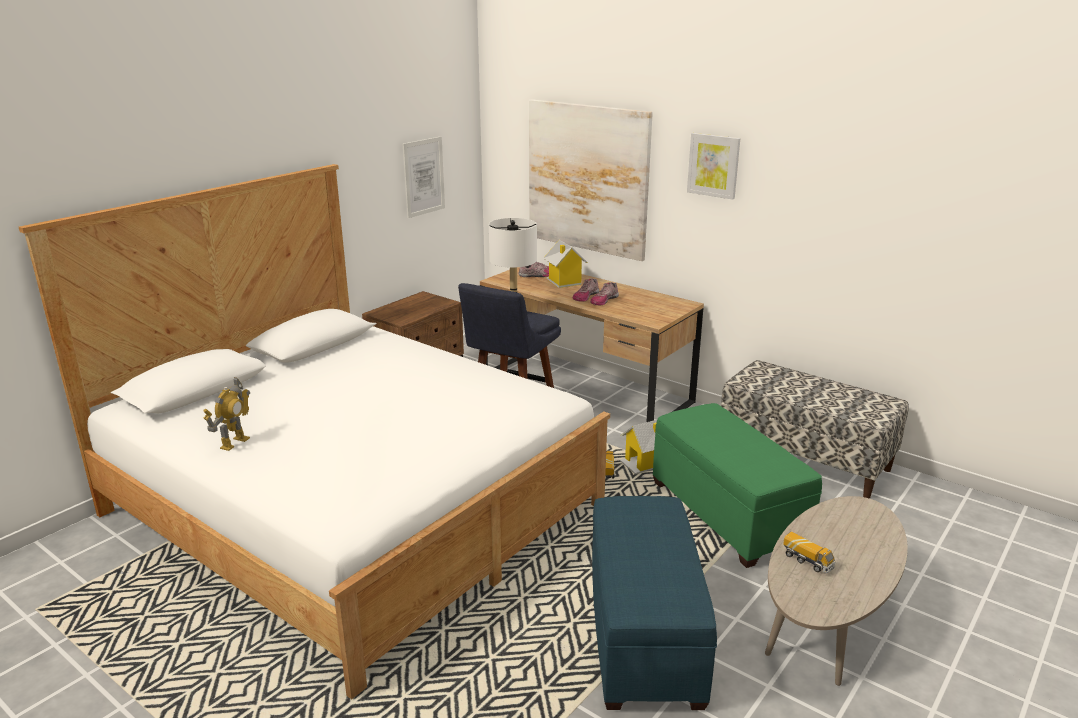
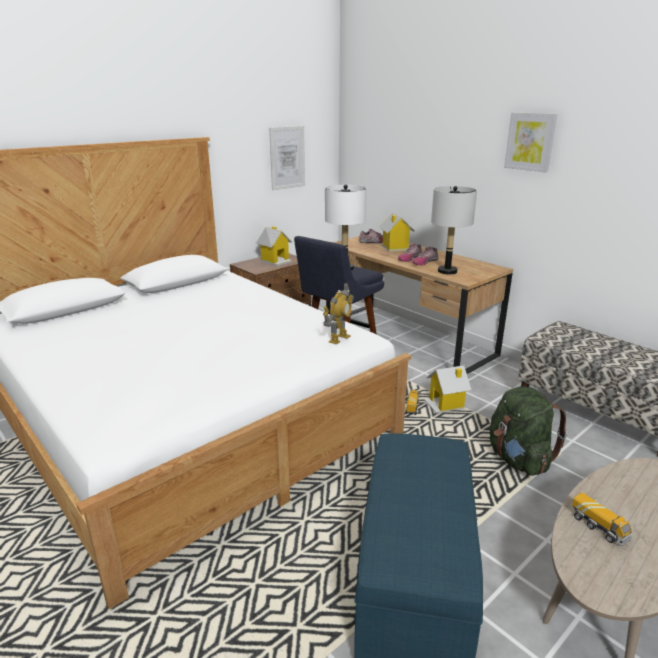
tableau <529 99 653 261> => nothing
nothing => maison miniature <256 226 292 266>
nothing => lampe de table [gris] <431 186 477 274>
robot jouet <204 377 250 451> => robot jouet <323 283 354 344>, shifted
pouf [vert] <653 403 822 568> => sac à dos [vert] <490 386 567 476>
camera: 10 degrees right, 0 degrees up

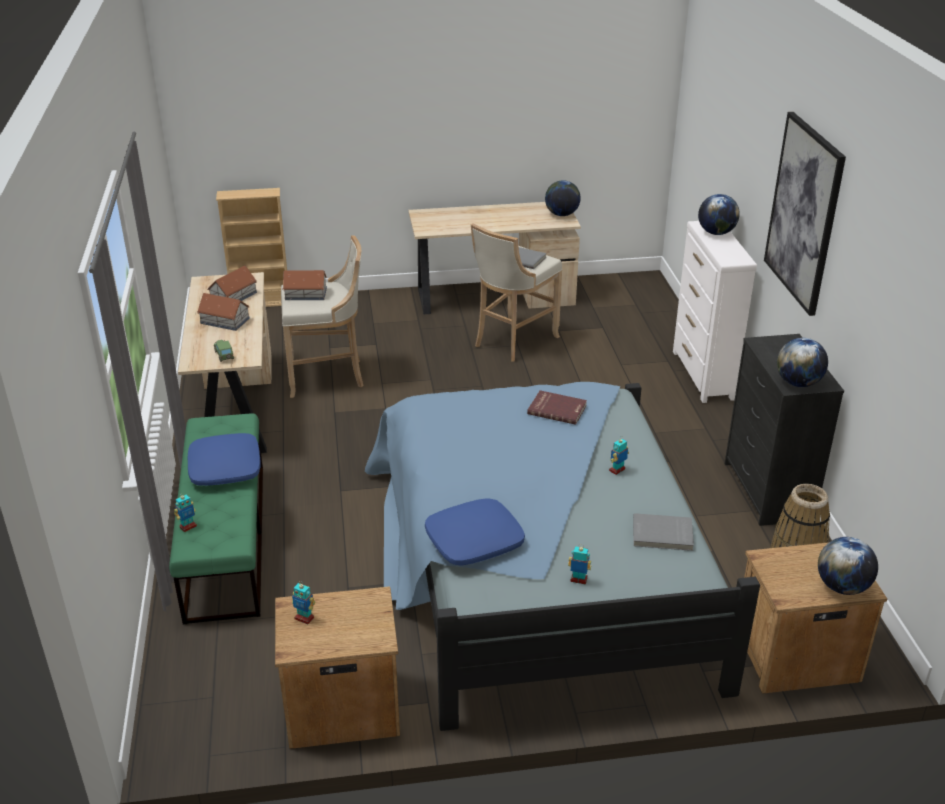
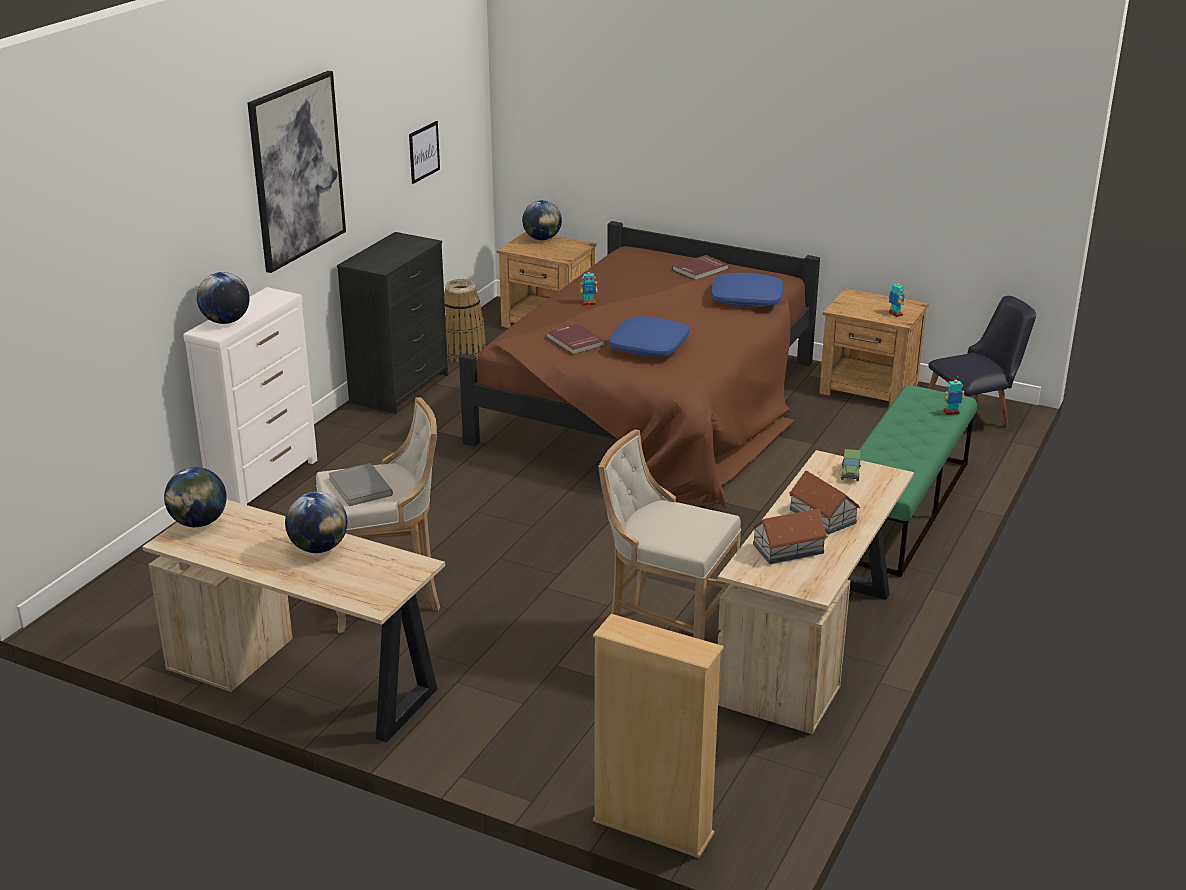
maison miniature <282 270 327 300> => nothing
livre [gris] <633 513 694 551> => nothing
nothing => tableau <409 121 440 184>
nothing => chaise [noir] <928 296 1036 428>
coussin [bleu] <188 433 261 486> => coussin [bleu] <609 316 689 357>, shifted
globe <777 338 828 387> => globe <285 492 347 553>, shifted
robot jouet <568 544 591 585> => livre [rouge] <672 255 728 280>
lit [bleu] <365 382 760 731> => lit [marron] <459 221 820 508>
camera: 145 degrees left, 5 degrees down

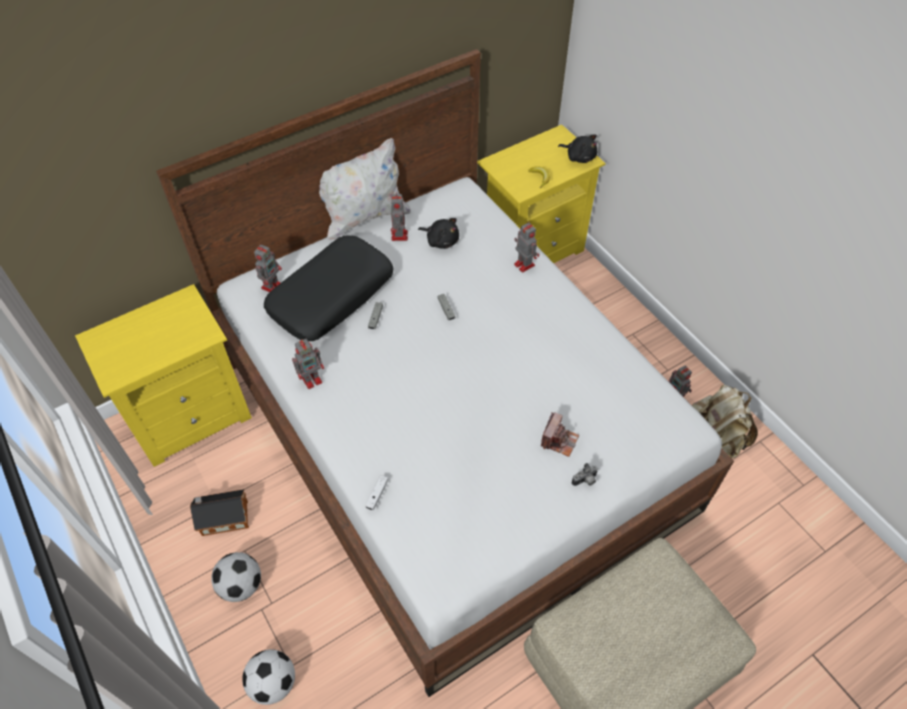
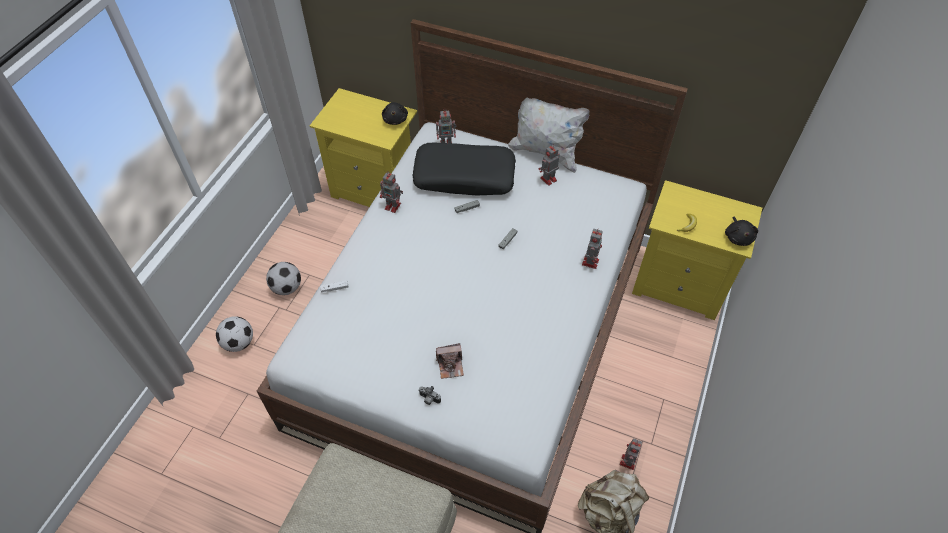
maison miniature <190 489 249 536> => nothing
peluche [noir] <418 218 459 249> => peluche [noir] <382 102 408 125>, shifted
camera: 55 degrees right, 0 degrees up

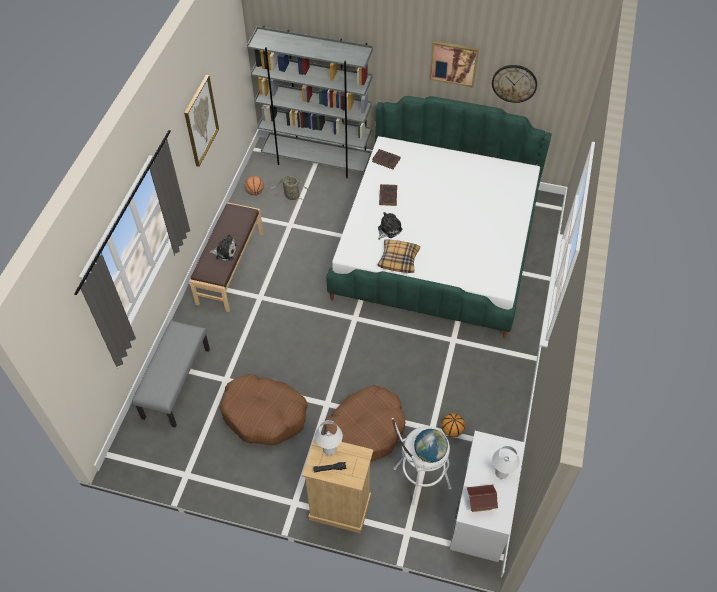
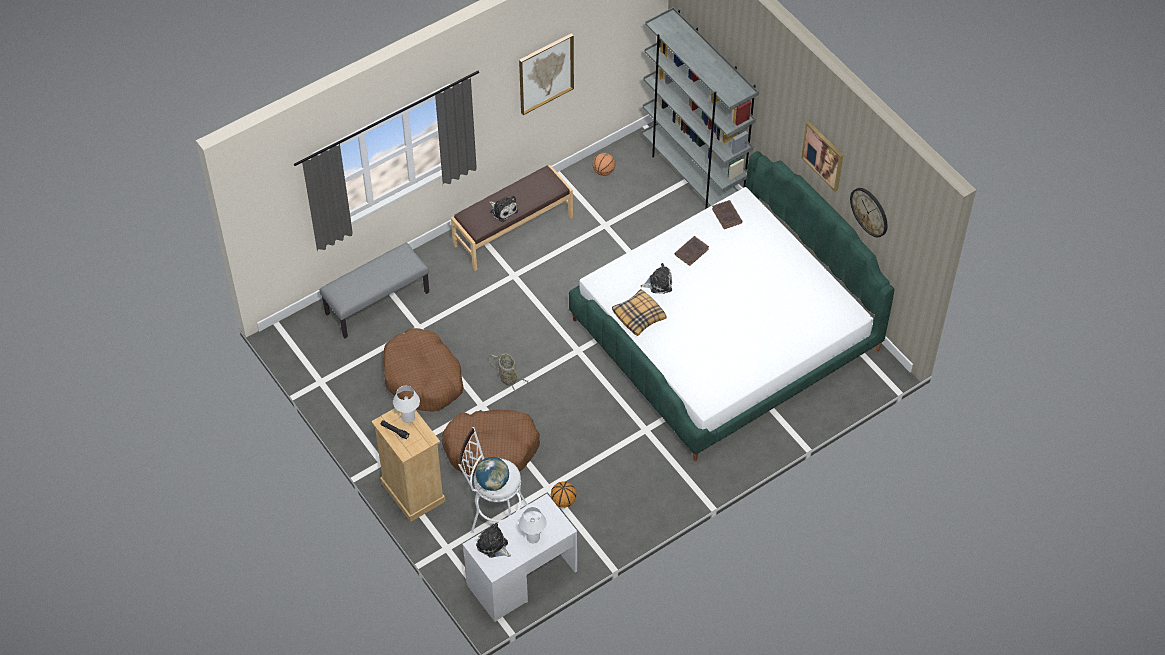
panier <269 176 308 200> => panier <490 353 529 392>, shifted
maison miniature <466 485 498 512> => peluche <476 523 511 558>
camera: 40 degrees right, 0 degrees up

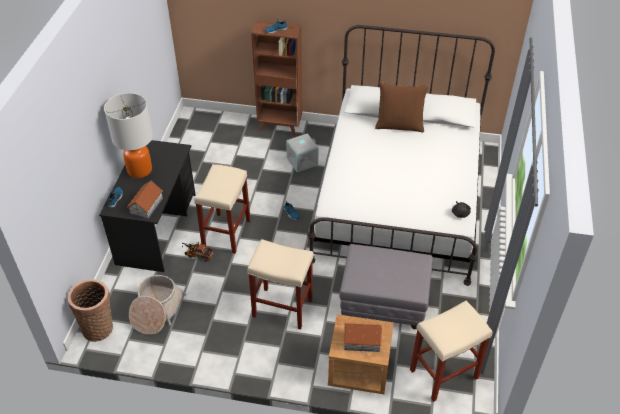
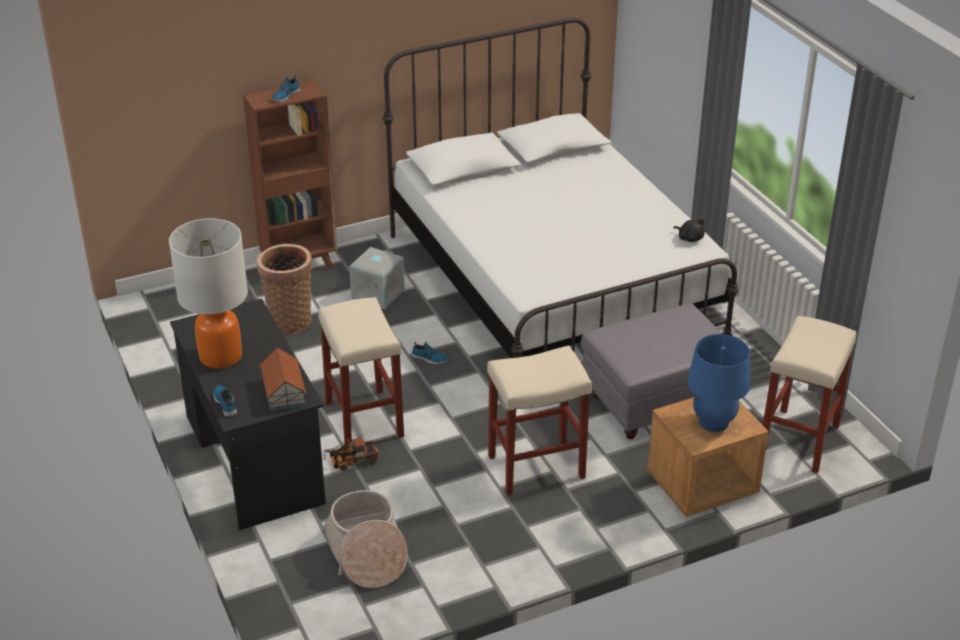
coussin [marron] <375 82 429 132> => nothing
panier <68 279 113 342> => panier <257 244 312 334>, shifted
maison miniature <343 323 382 352> => lampe de table [bleu] <688 334 750 432>
camera: 35 degrees left, 10 degrees down

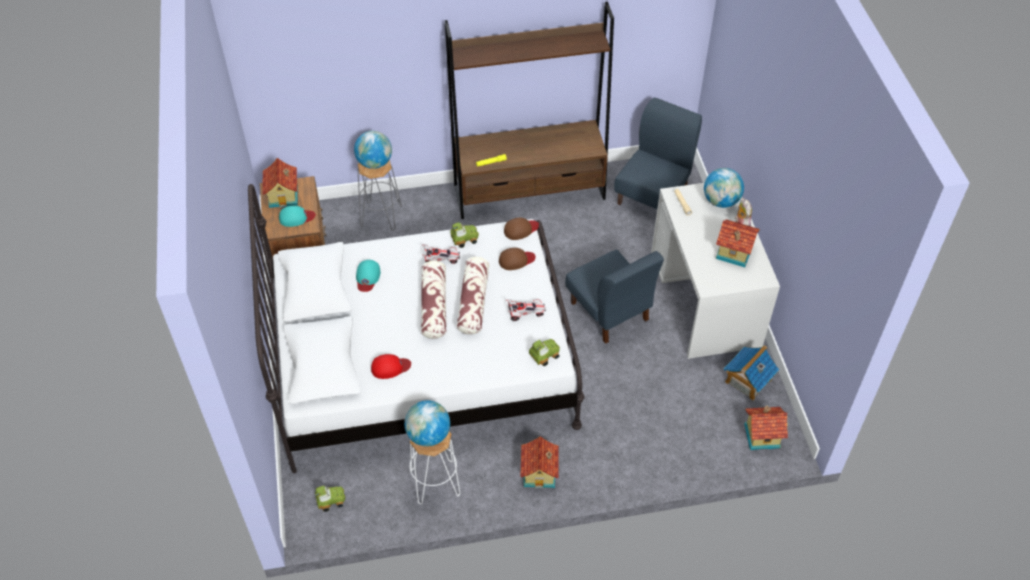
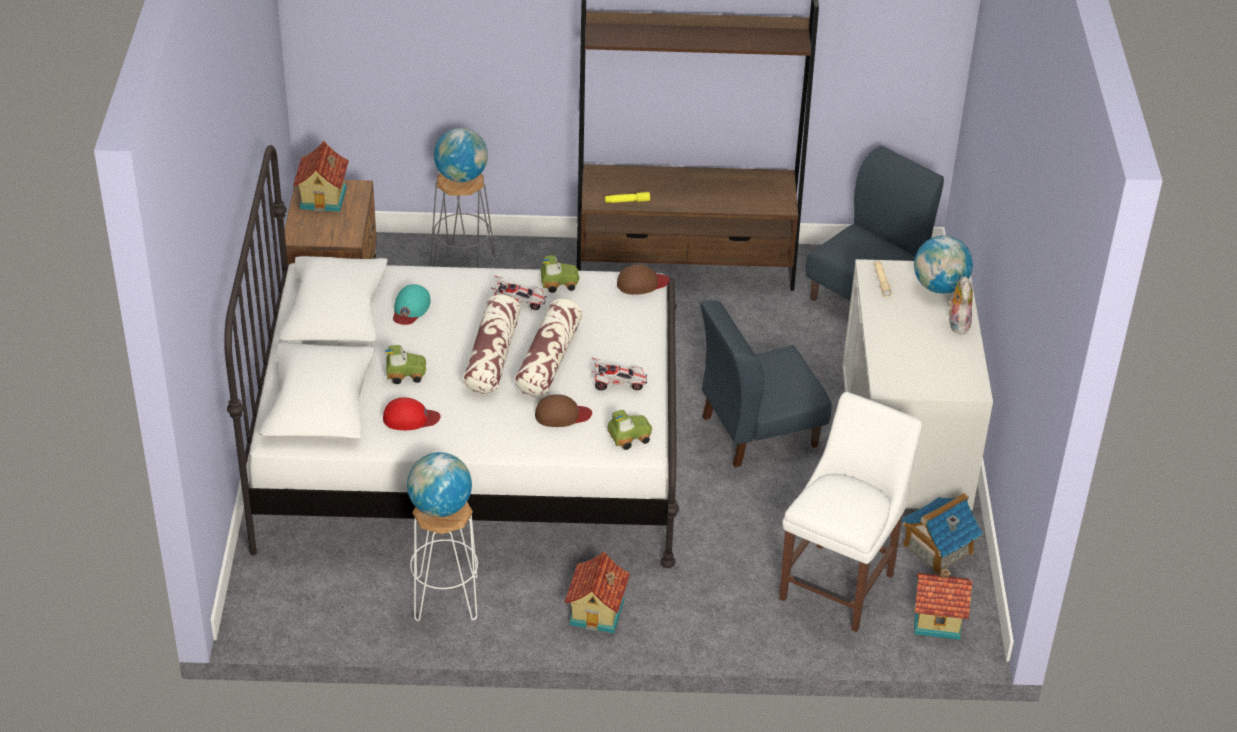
casquette [turquoise] <279 205 315 227> => nothing
maison miniature <716 219 760 267> => nothing
nothing => chaise [blanc] <779 392 922 632>
petite voiture <315 486 345 512> => petite voiture <385 345 426 384>, shifted
casquette [marron] <499 248 536 270> => casquette [marron] <535 394 592 427>, shifted
chaise [bleu] <565 250 664 344> => chaise [bleu] <700 300 832 468>, 90 degrees clockwise
camera: 10 degrees right, 10 degrees down

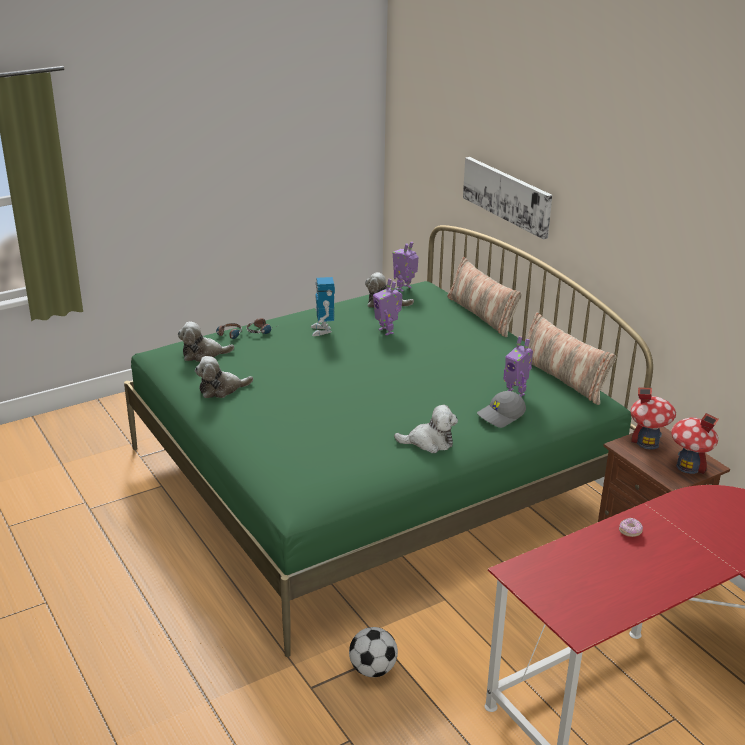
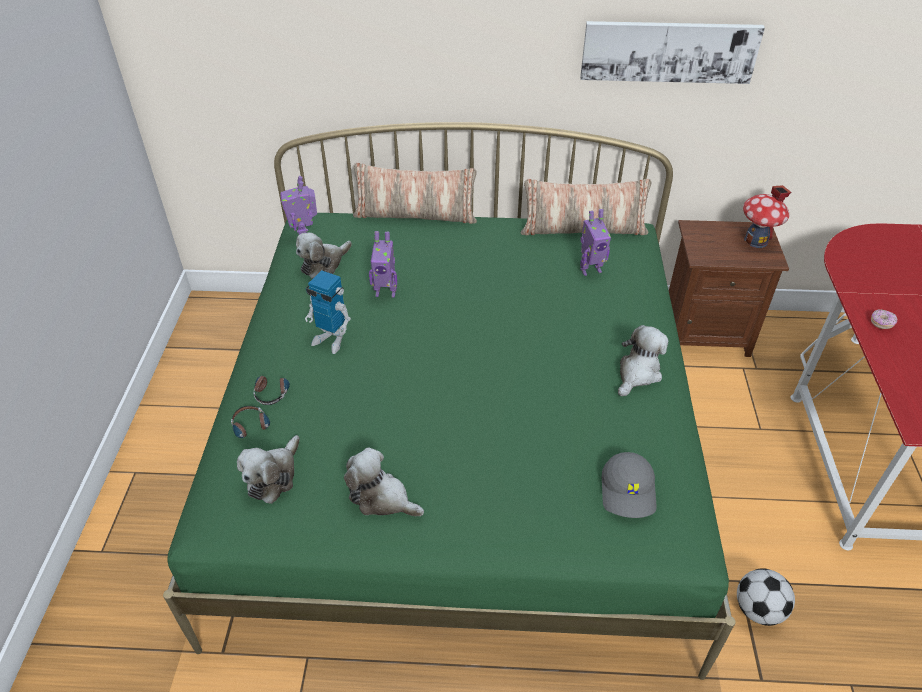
maison miniature <631 388 676 449> => nothing
tableau <463 157 552 239> => tableau <580 21 765 84>, shifted
casquette [gris] <477 391 526 428> => casquette [gris] <602 452 657 518>, shifted
peluche <195 356 253 398> => peluche <344 447 424 516>, 105 degrees clockwise
camera: 55 degrees left, 15 degrees up

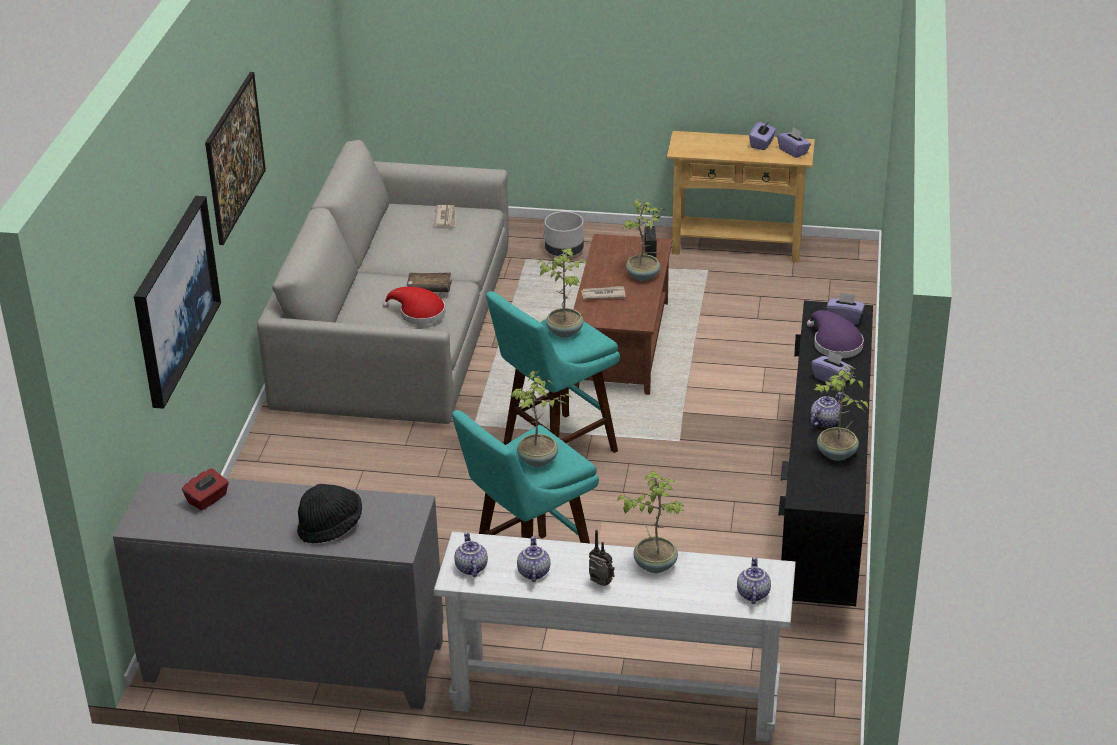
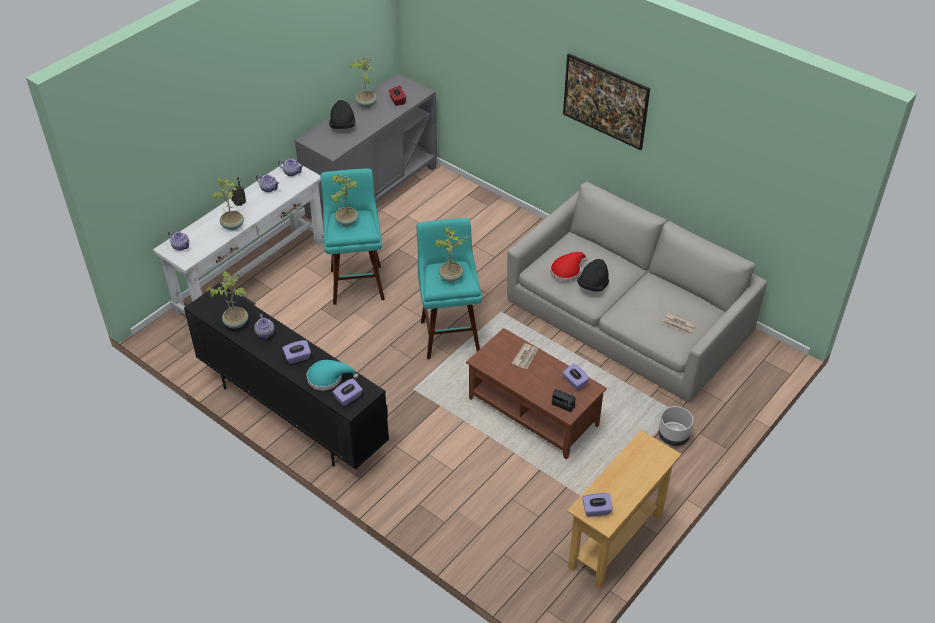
tableau <134 196 221 409> => nothing
plante en pot <623 199 664 281> => plante en pot <349 57 377 108>, shifted
boîte à mouchoirs [violet] <749 122 776 150> => boîte à mouchoirs [violet] <562 363 589 390>, shifted
livre [marron] <407 272 452 292> => chapeau [noir] <577 259 609 292>
chapeau [violet] <807 310 864 358> => chapeau [turquoise] <307 360 359 391>
camera: 120 degrees right, 10 degrees up

